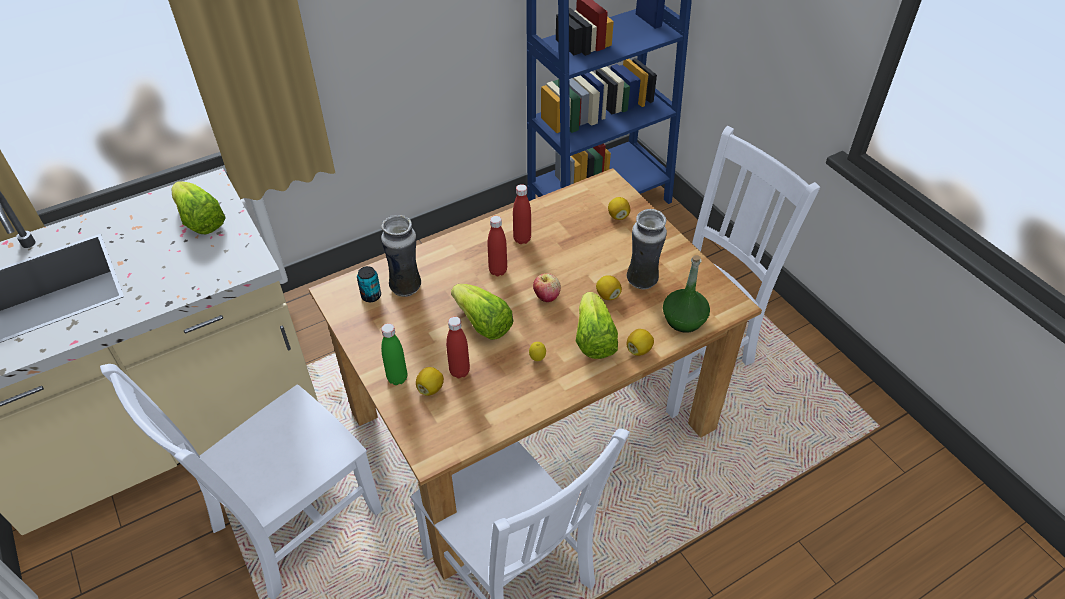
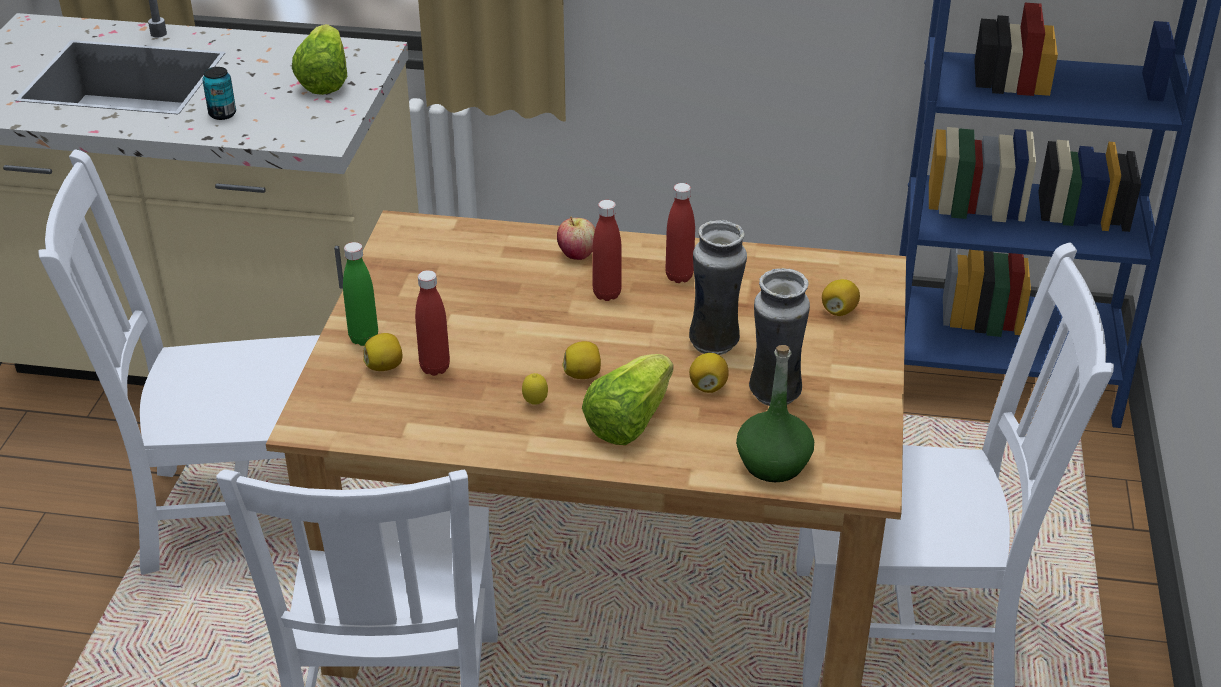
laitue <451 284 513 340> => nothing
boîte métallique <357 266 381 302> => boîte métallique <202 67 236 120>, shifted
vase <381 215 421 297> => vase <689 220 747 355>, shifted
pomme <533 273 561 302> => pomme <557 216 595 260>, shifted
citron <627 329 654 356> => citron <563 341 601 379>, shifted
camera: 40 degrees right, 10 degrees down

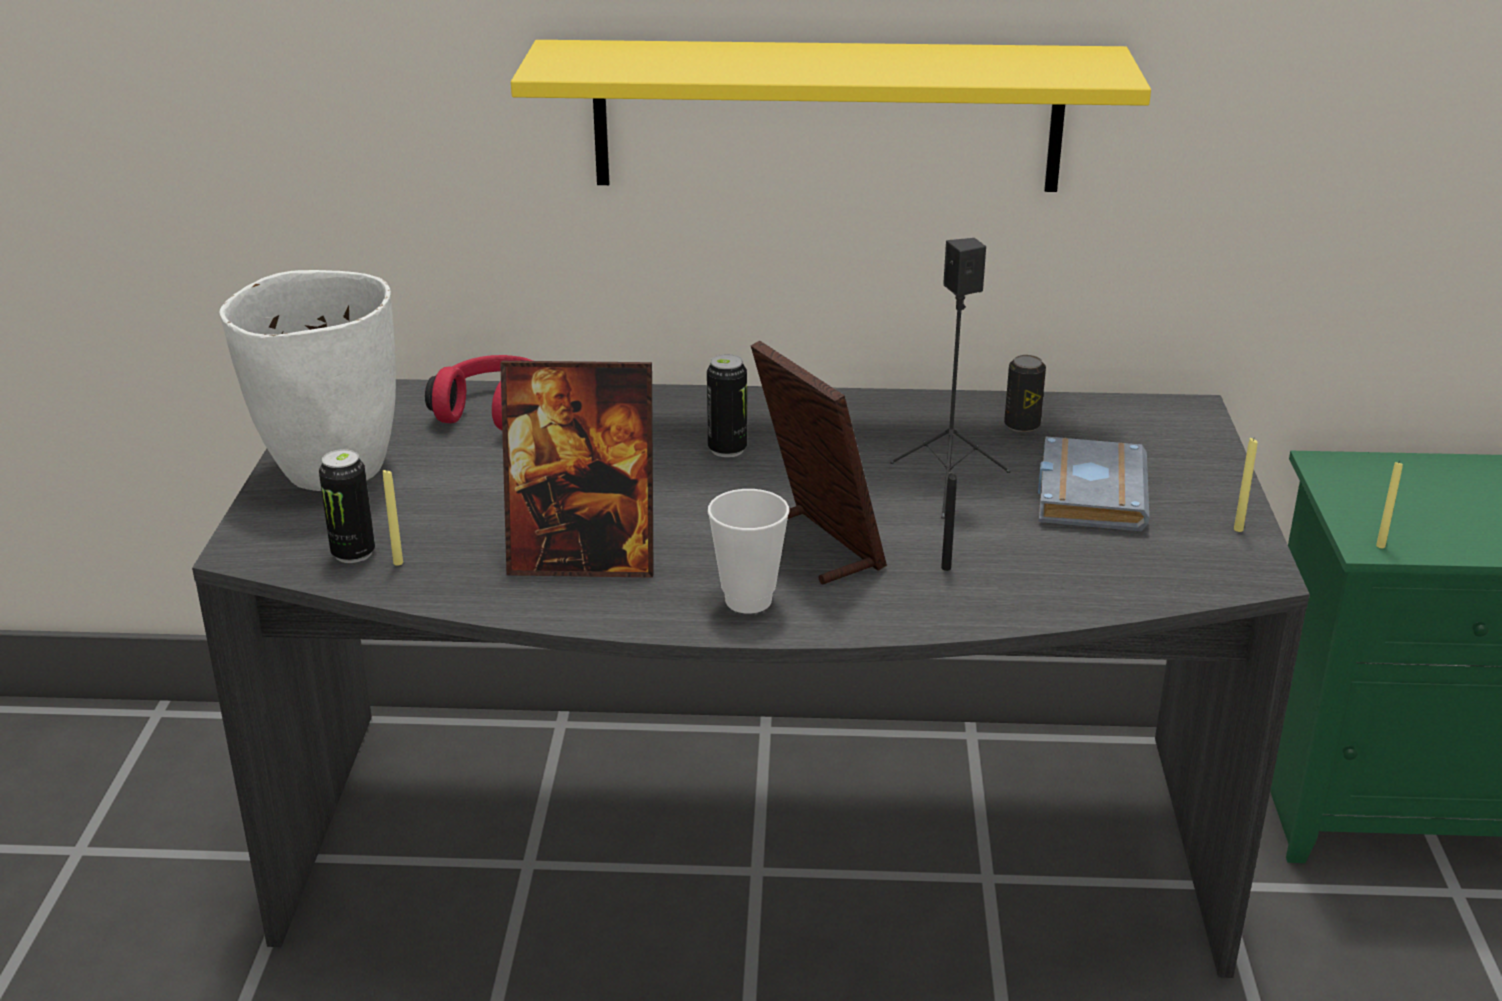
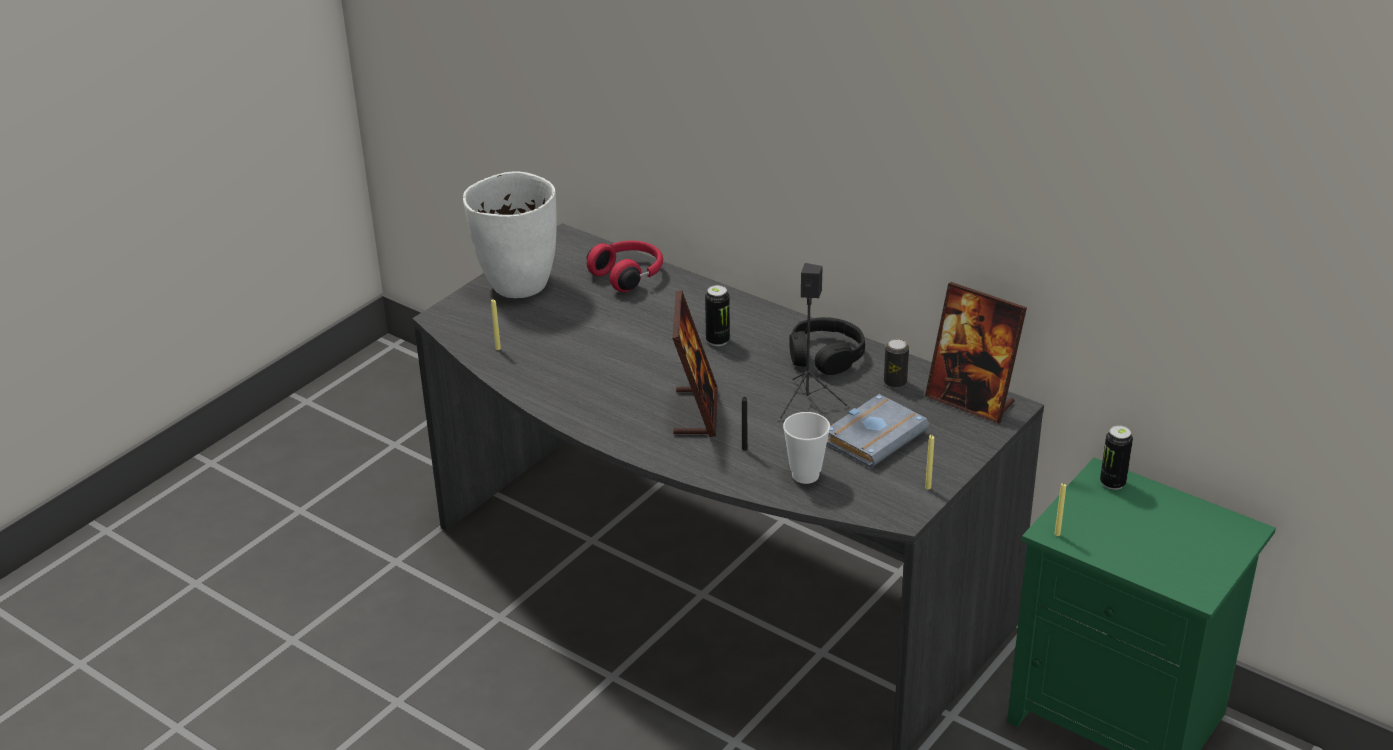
étagère [jaune] <511 40 1151 192> => nothing
nothing => casque audio [noir] <789 317 865 375>
boîte métallique <319 449 375 563> => boîte métallique <1100 425 1133 490>, shifted
cadre photo <500 361 654 578> => cadre photo <925 282 1027 424>, shifted
tasse <708 489 789 614> => tasse <783 412 830 484>, shifted
camera: 35 degrees right, 5 degrees up

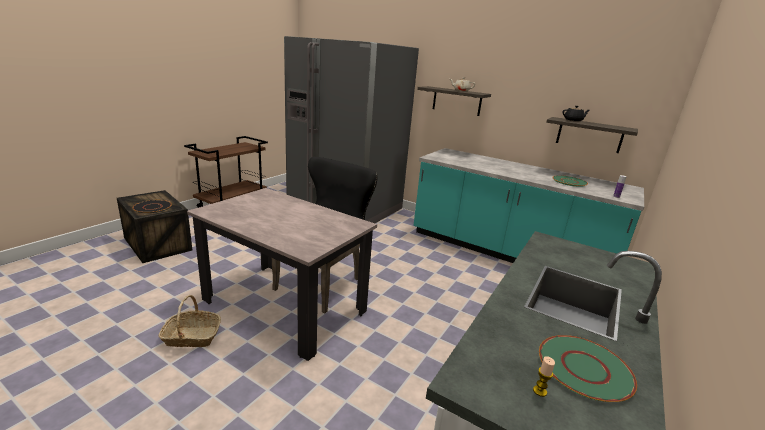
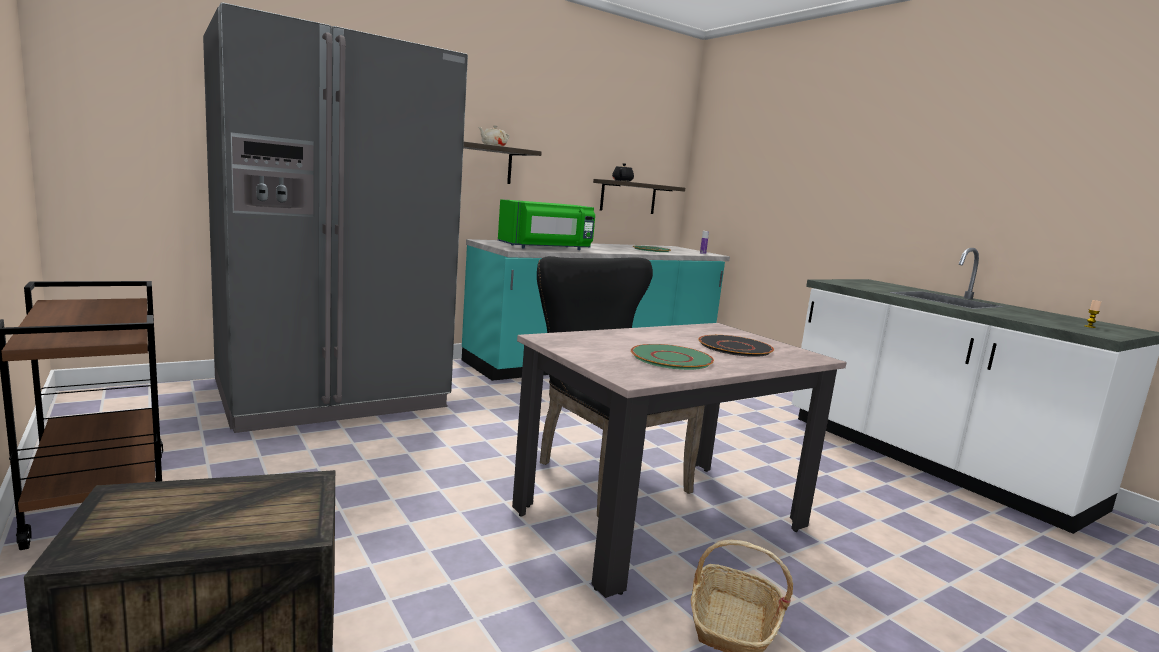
nothing => micro-ondes [vert] <498 199 595 250>
assiette [noir] <133 200 172 213> => assiette [noir] <698 335 774 357>, shifted
assiette [vert] <539 335 637 402> => assiette [vert] <631 344 714 370>, shifted
camera: 65 degrees left, 10 degrees down

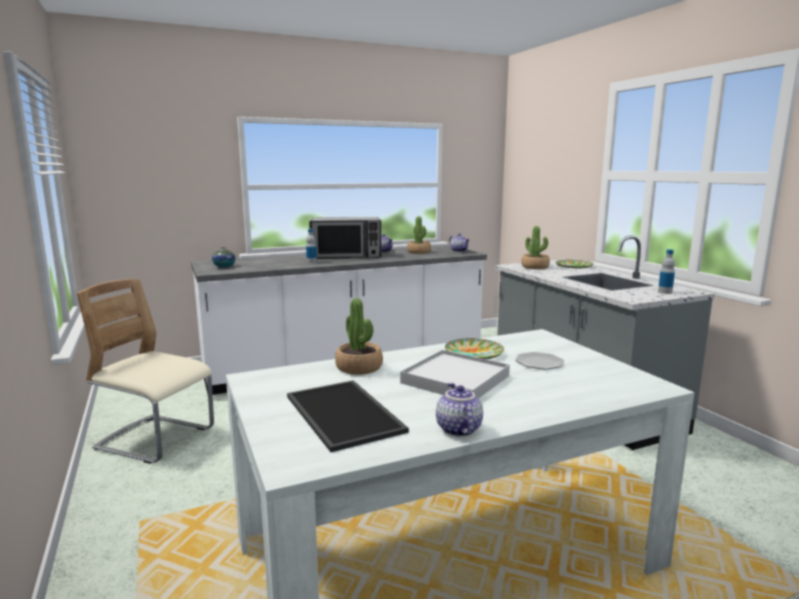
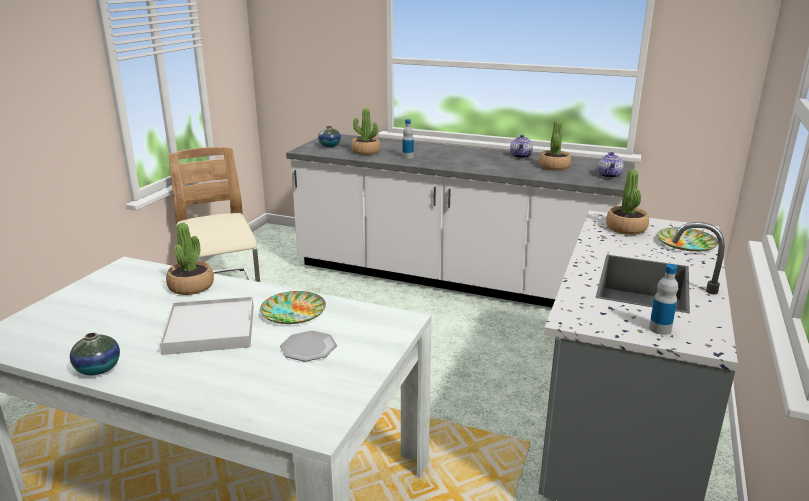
plateau <287 380 409 452> => nothing
micro-ondes <309 217 381 259> => nothing
nothing => plante en pot <351 108 381 155>
théière <436 383 483 436> => vase <70 332 120 375>
camera: 45 degrees right, 10 degrees up

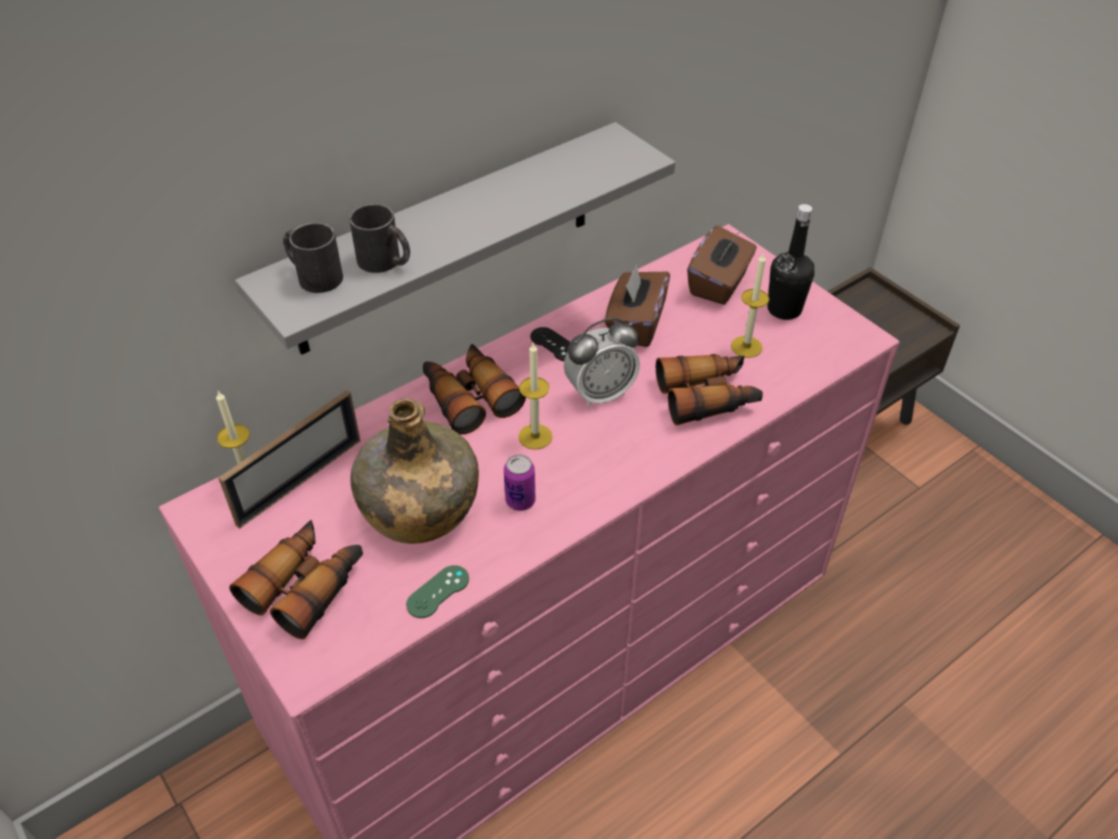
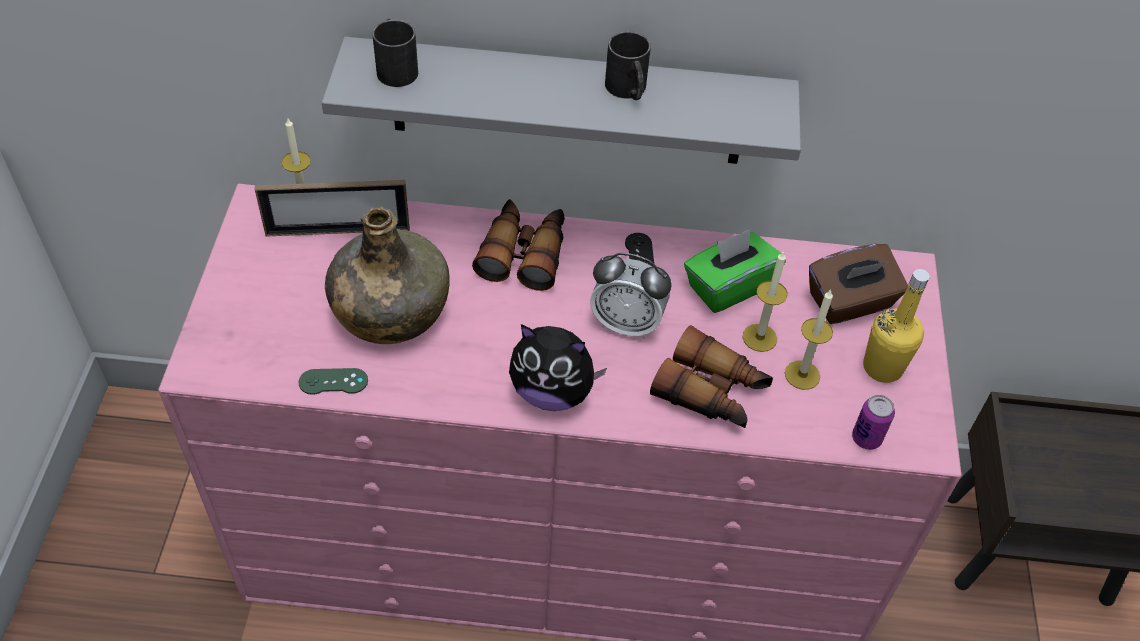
jumelles <229 520 363 639> => nothing
nothing => peluche <509 324 607 411>
mug [noir] <349 204 410 273> => mug [noir] <605 31 651 100>, shifted
boîte métallique <504 454 535 511> => boîte métallique <852 395 895 450>, shifted
bougie <518 343 552 450> => bougie <742 251 788 352>, shifted
boîte à mouchoirs [marron] <605 265 670 347> => boîte à mouchoirs [vert] <684 229 786 313>
bouteille [noir] <767 204 815 320> => bouteille [jaune] <863 269 930 383>
camera: 40 degrees right, 5 degrees up

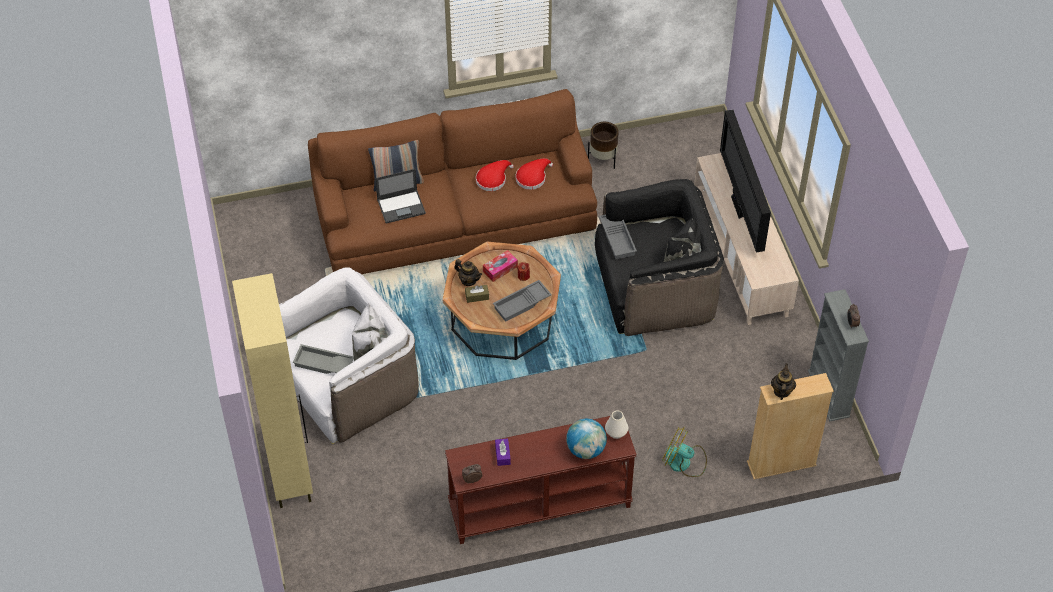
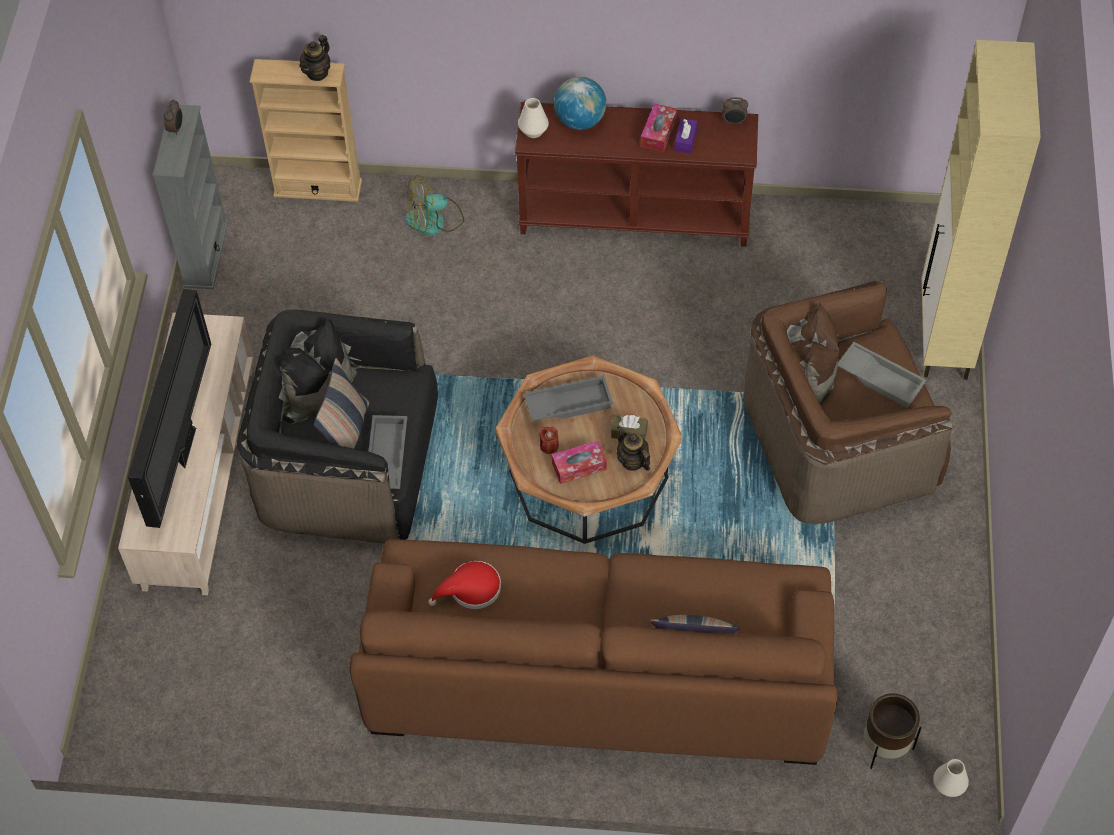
ordinateur portable <375 169 426 223> => nothing
chapeau [rouge] <476 160 514 191> => nothing
nothing => coussin <314 358 369 448>
nothing => boîte à mouchoirs <640 103 677 152>
nothing => vase [blanc] <933 759 969 797>
cache-pot [marron] <588 122 619 169> => cache-pot [marron] <864 694 921 769>, shifted
fauteuil [blanc] <279 267 419 445> => fauteuil [marron] <744 281 954 524>
ventilateur <662 427 707 477> => ventilateur <405 175 464 236>, 120 degrees clockwise
camera: 160 degrees left, 5 degrees up

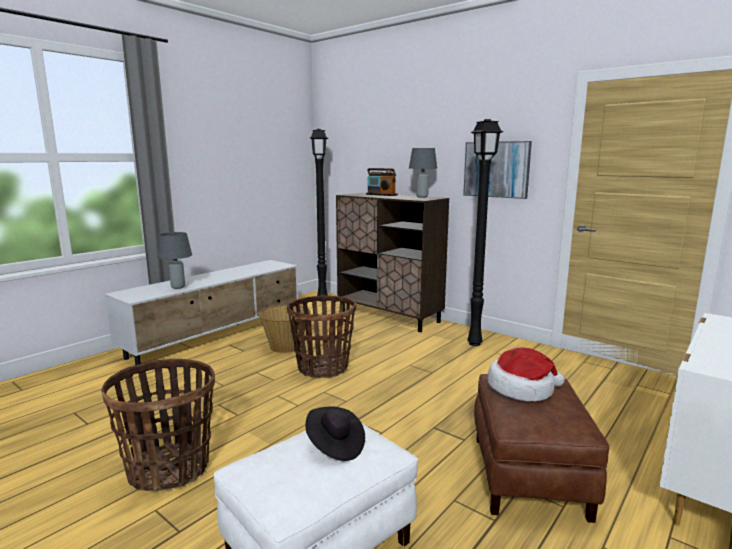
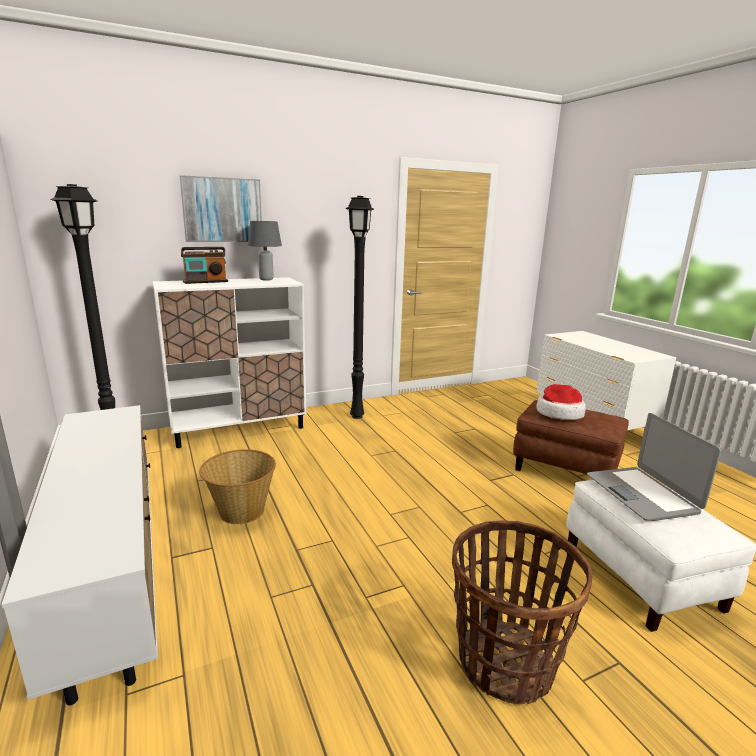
lampe de table [gris] <158 232 192 289> => nothing
panier <287 295 356 378> => nothing
tableau <463 141 532 199> => tableau <180 175 262 242>, shifted
chapeau [noir] <305 406 365 461> => ordinateur portable <587 413 721 521>
meuble de rangement [marron] <336 193 449 332> => meuble de rangement [blanc] <153 277 306 448>
camera: 65 degrees left, 5 degrees up

